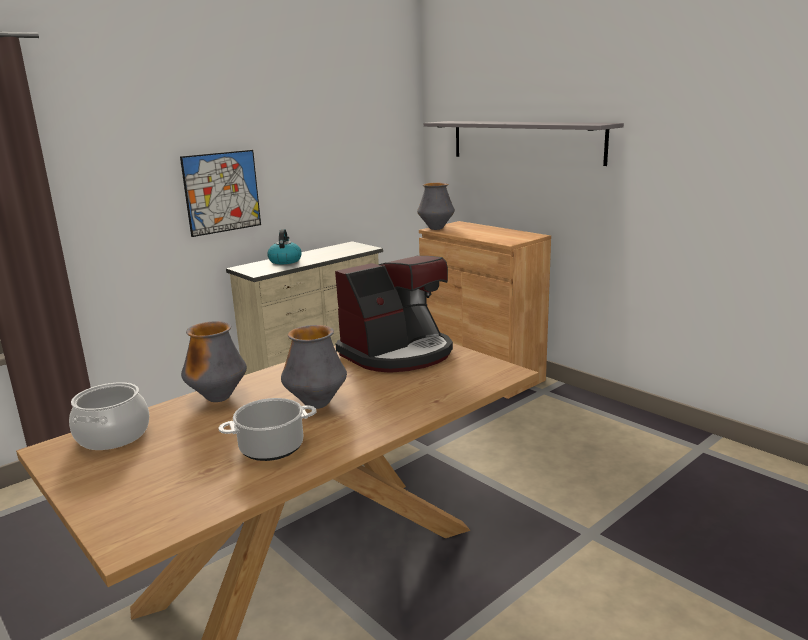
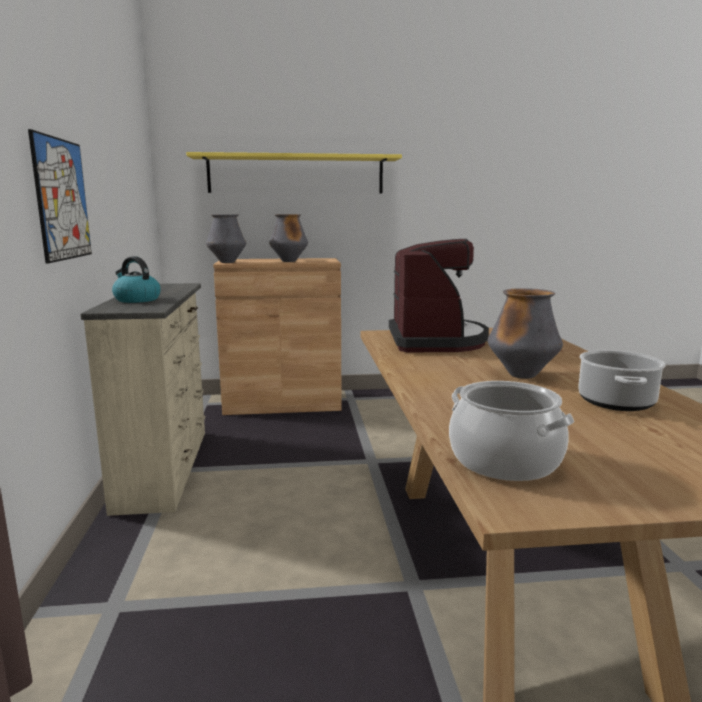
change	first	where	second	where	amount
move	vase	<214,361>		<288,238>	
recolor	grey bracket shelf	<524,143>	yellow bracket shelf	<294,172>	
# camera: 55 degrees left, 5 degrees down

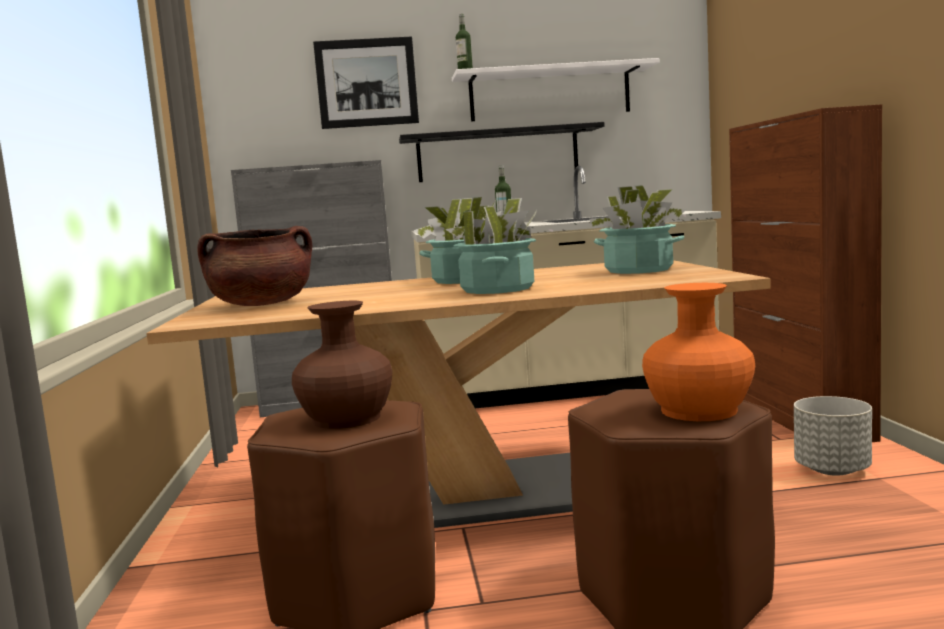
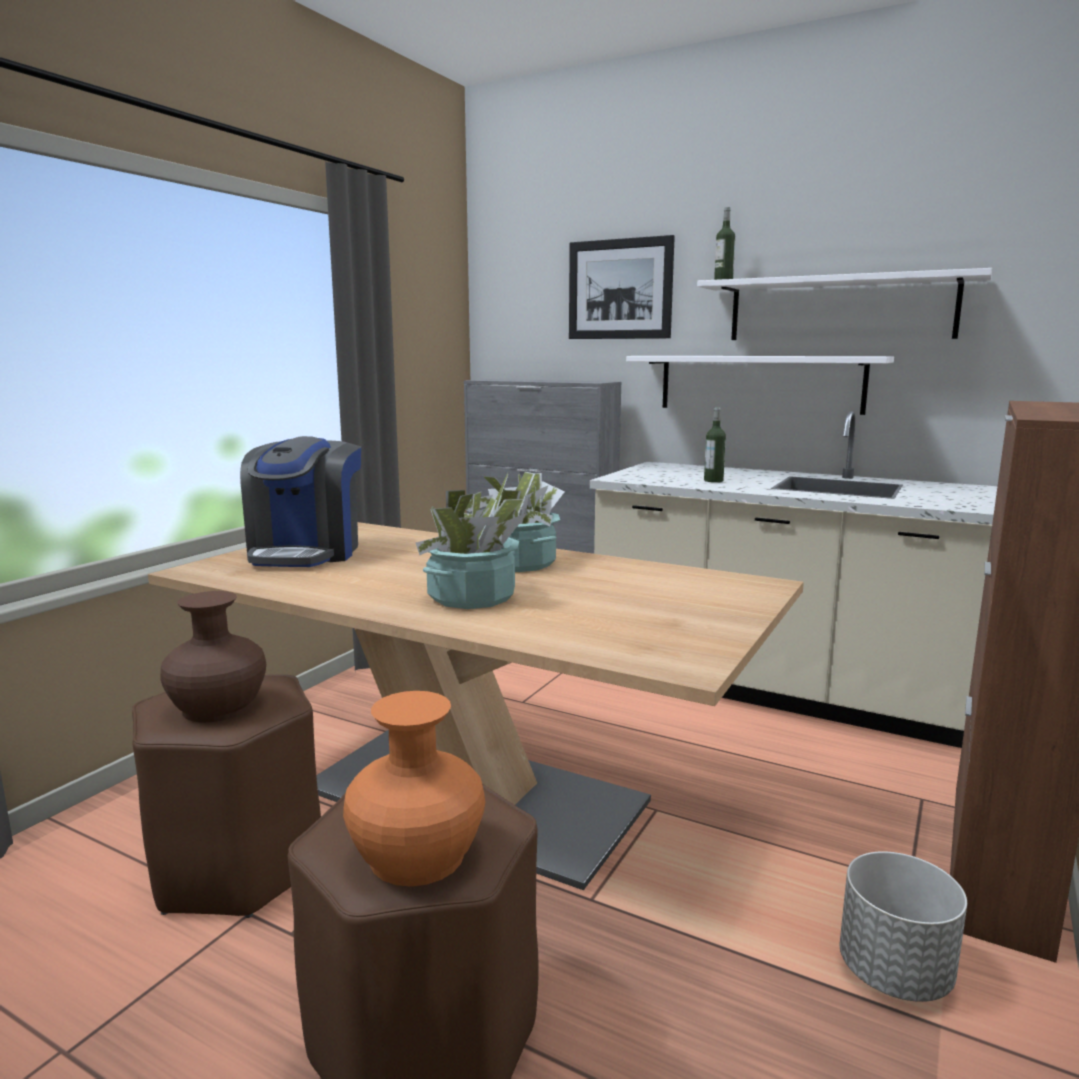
change	first	where	second	where	amount
delete	potted plant	<637,229>			
replace	brownish saucepot	<254,266>	coffee maker	<300,501>	
recolor	blackish bracket shelf	<502,152>	white-coloured bracket shelf	<760,385>	
# camera: 35 degrees right, 5 degrees up

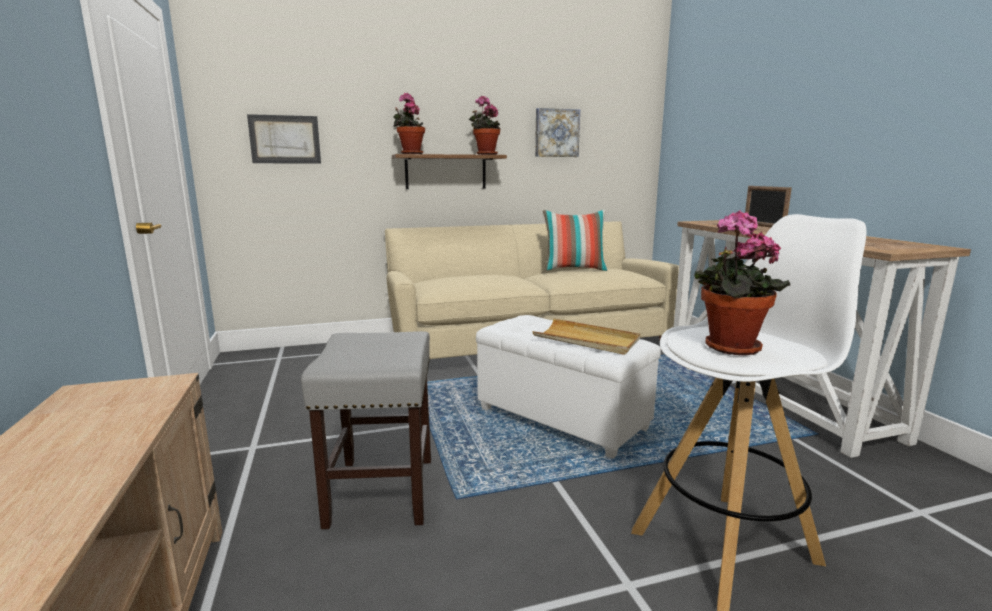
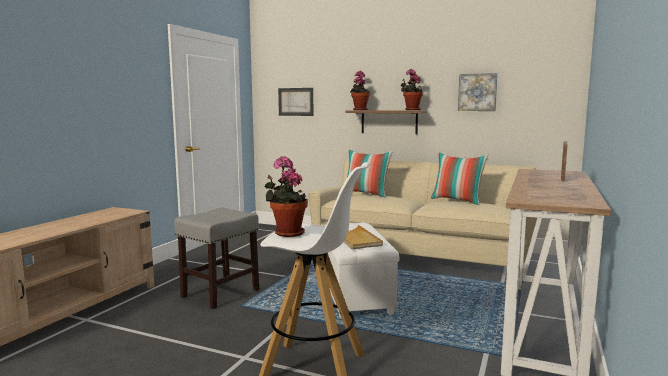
change	first	where	second	where	amount
insert			cushion	<369,173>	
# camera: 40 degrees right, 5 degrees down

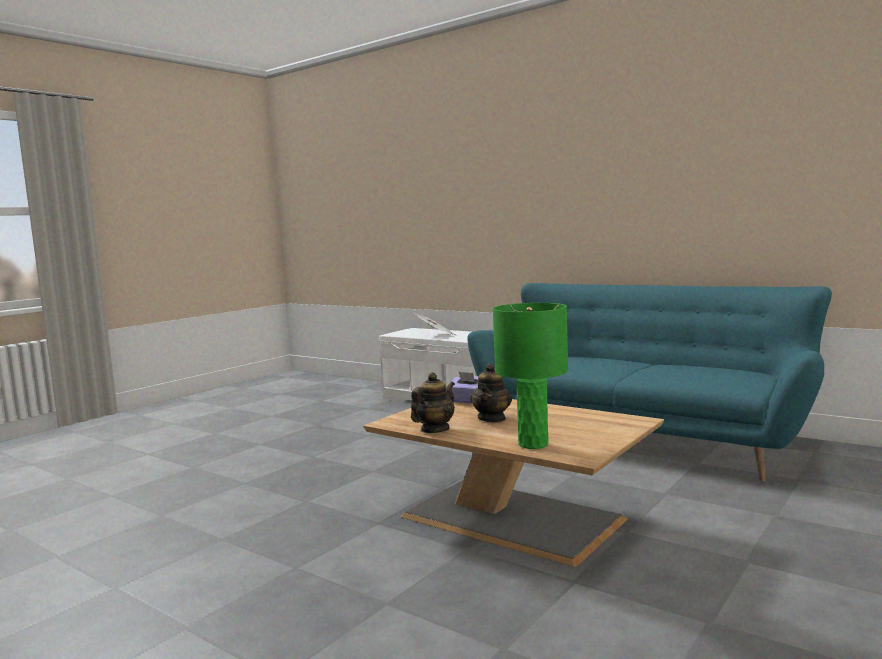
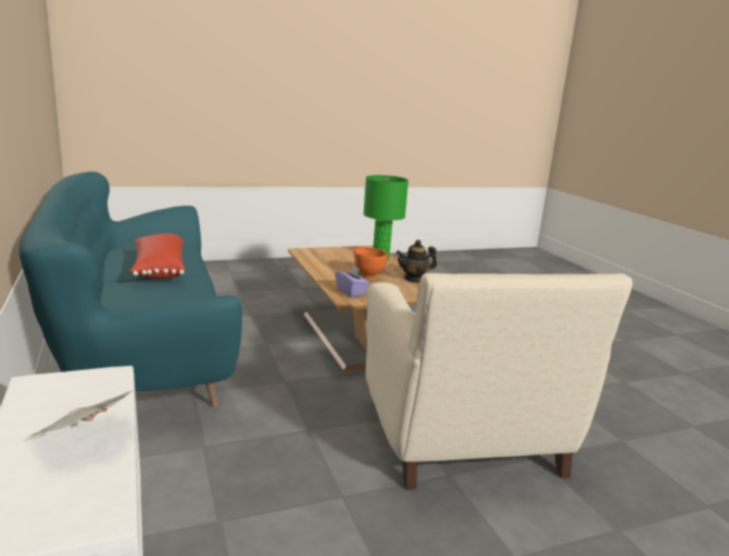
change	first	where	second	where	amount
insert			reddish cushion	<157,255>	
insert			beige armchair	<499,381>	
replace	pot for tea	<491,392>	orangey bowl	<370,262>	
# camera: 150 degrees left, 10 degrees up

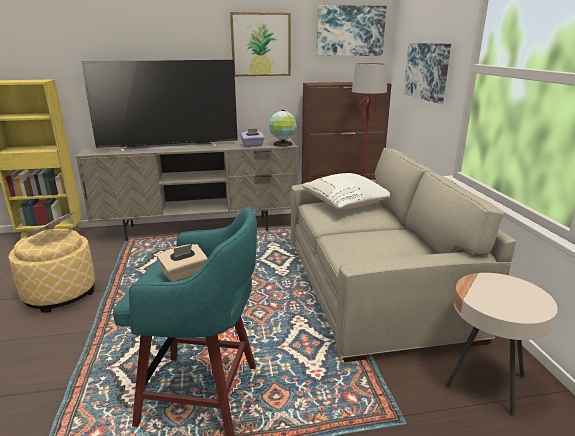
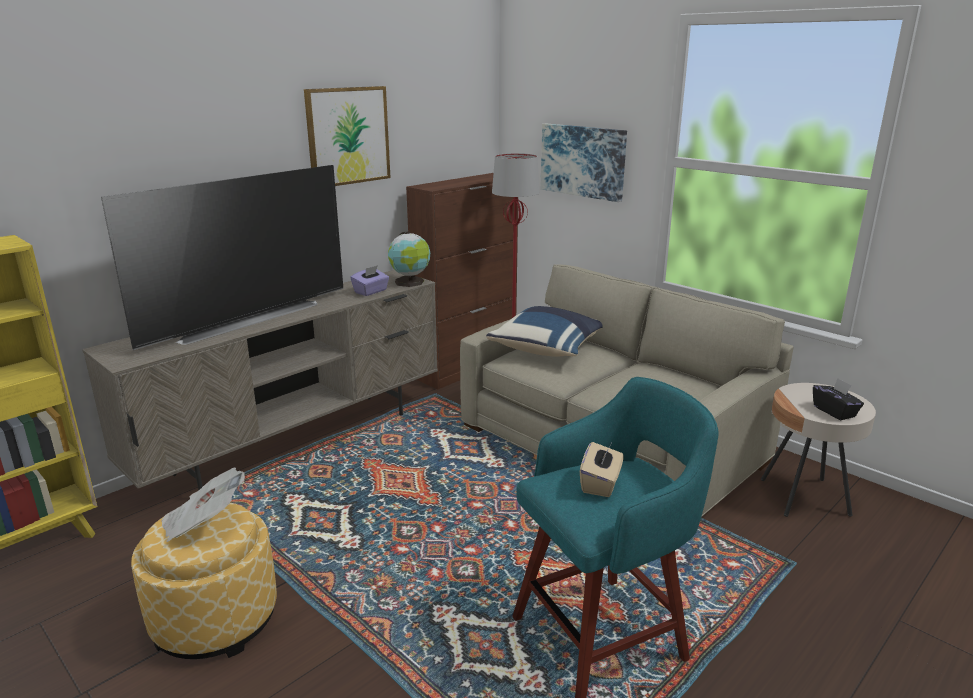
change	first	where	second	where	amount
delete	wall art	<351,30>			
insert			blackish tissue box	<838,399>	
recolor	white-coloured cushion	<346,191>	bluish cushion	<544,331>	
# camera: 35 degrees left, 0 degrees up

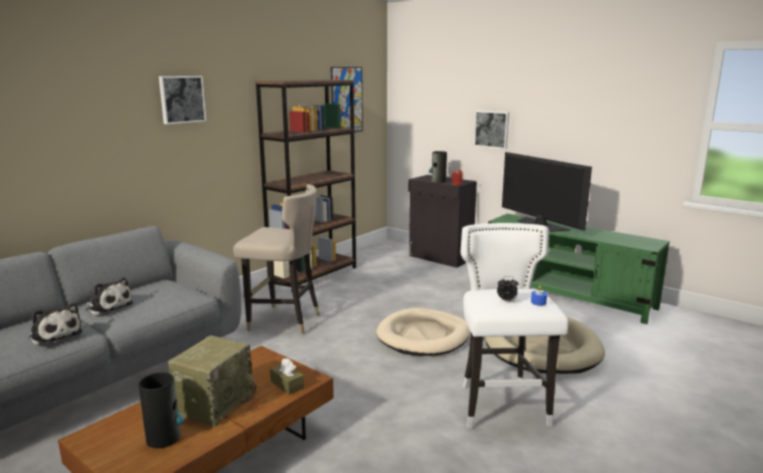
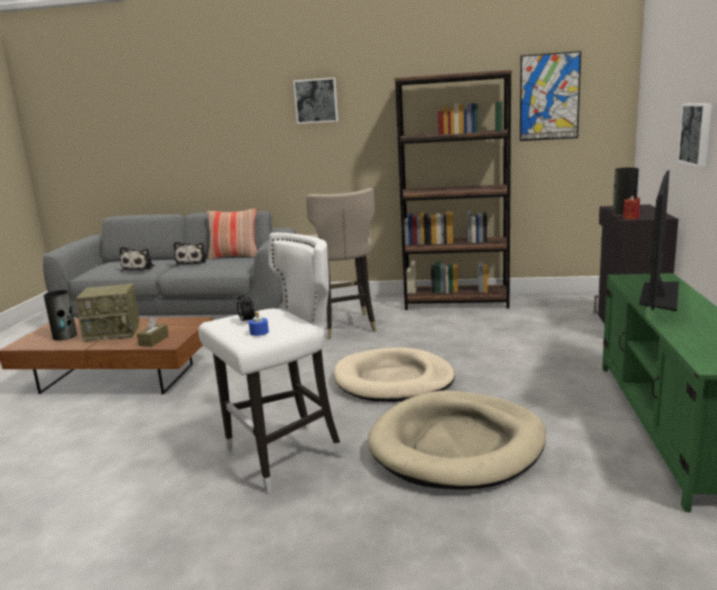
change	first	where	second	where	amount
insert			cushion	<232,233>	
# camera: 60 degrees right, 0 degrees up

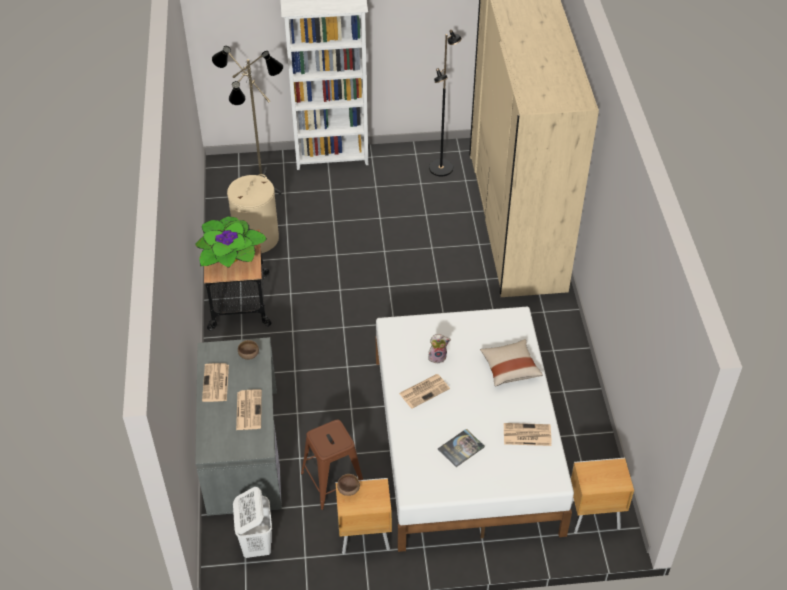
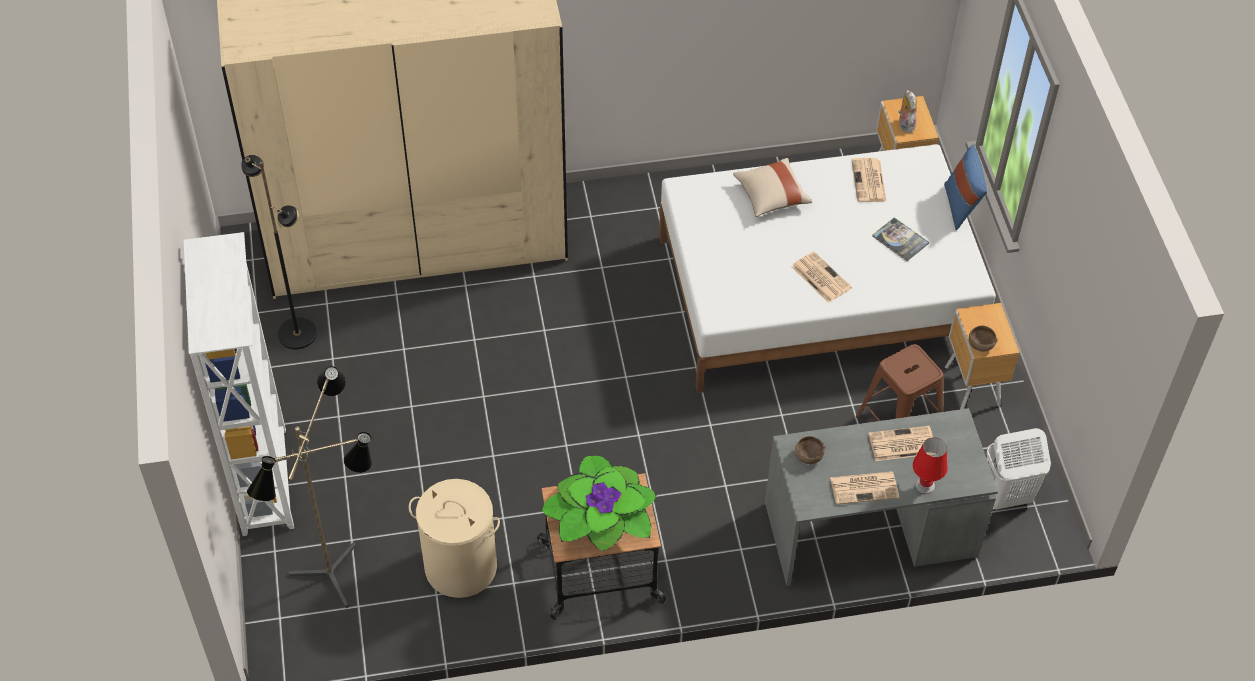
change	first	where	second	where	amount
insert			reddish table lamp	<930,465>	
insert			bluish cushion	<965,187>	
move	cuddly toy	<439,349>		<907,111>	
# camera: 95 degrees left, 5 degrees up

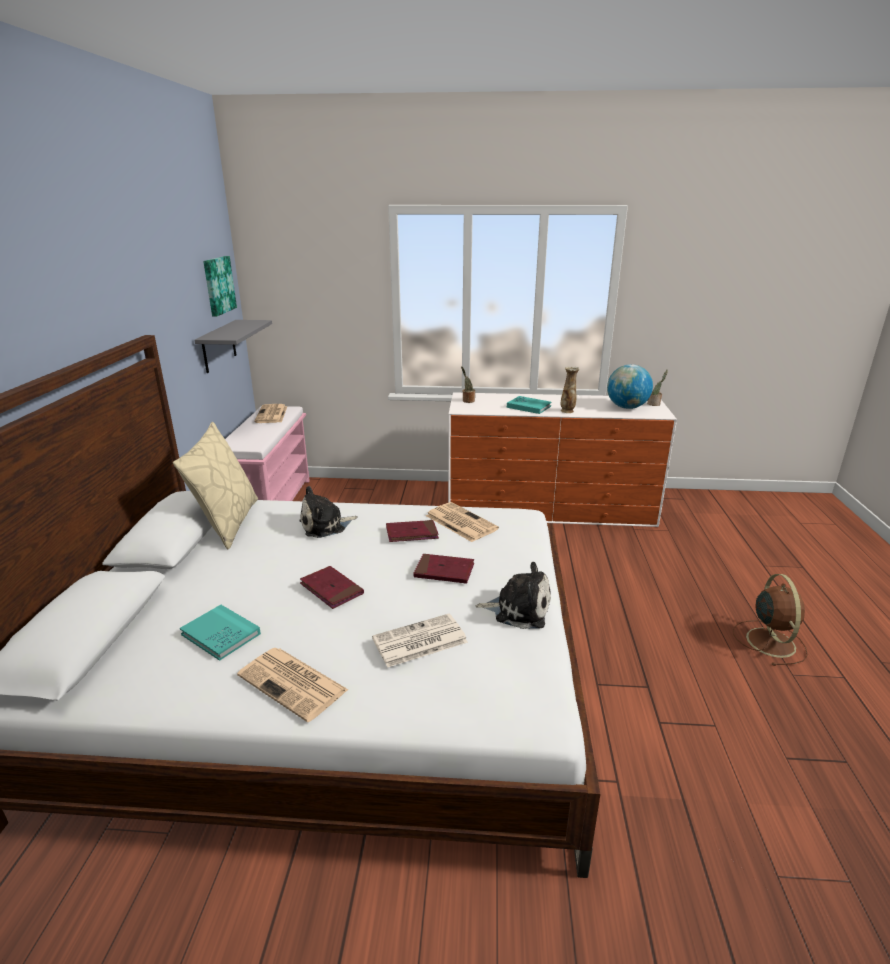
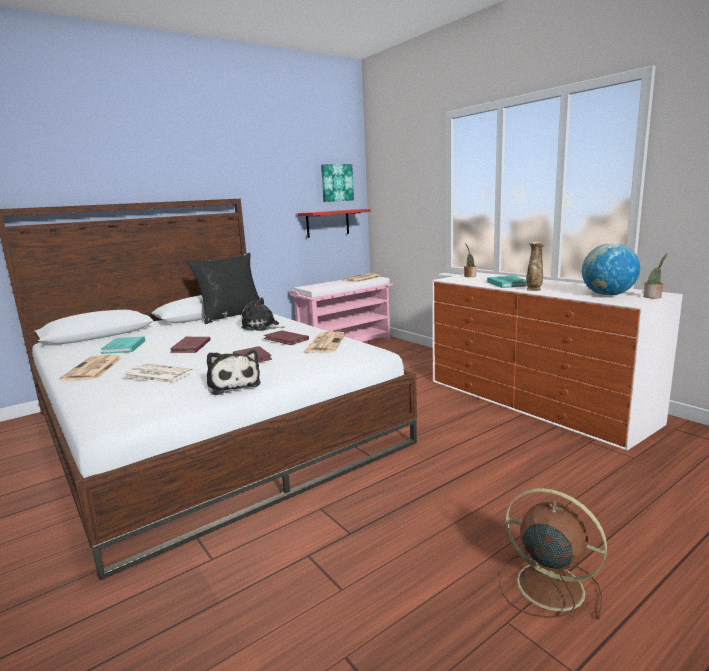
change	first	where	second	where	amount
recolor	beige cushion	<215,485>	blackish cushion	<223,288>	
recolor	grey bracket shelf	<233,346>	reddish bracket shelf	<334,223>	
rotate	brownish fan	<770,620>		<553,554>	105 degrees counterclockwise
# camera: 50 degrees right, 10 degrees down

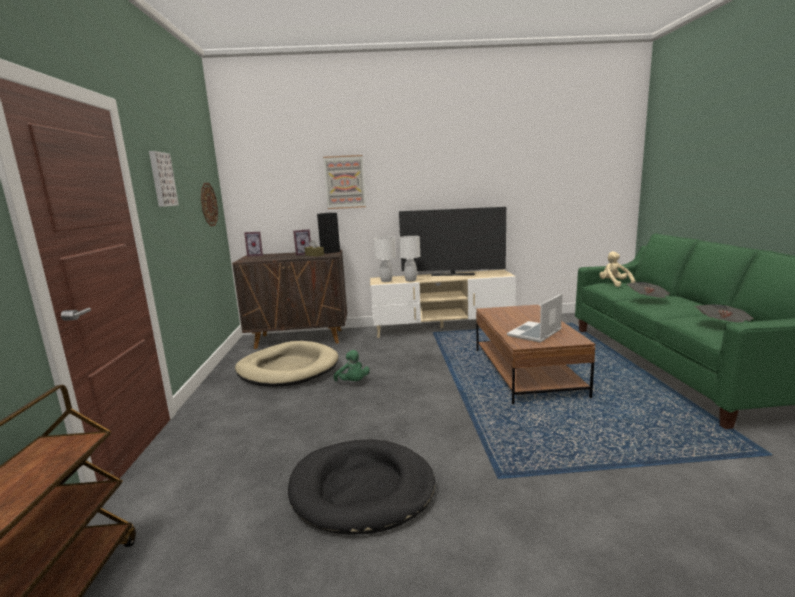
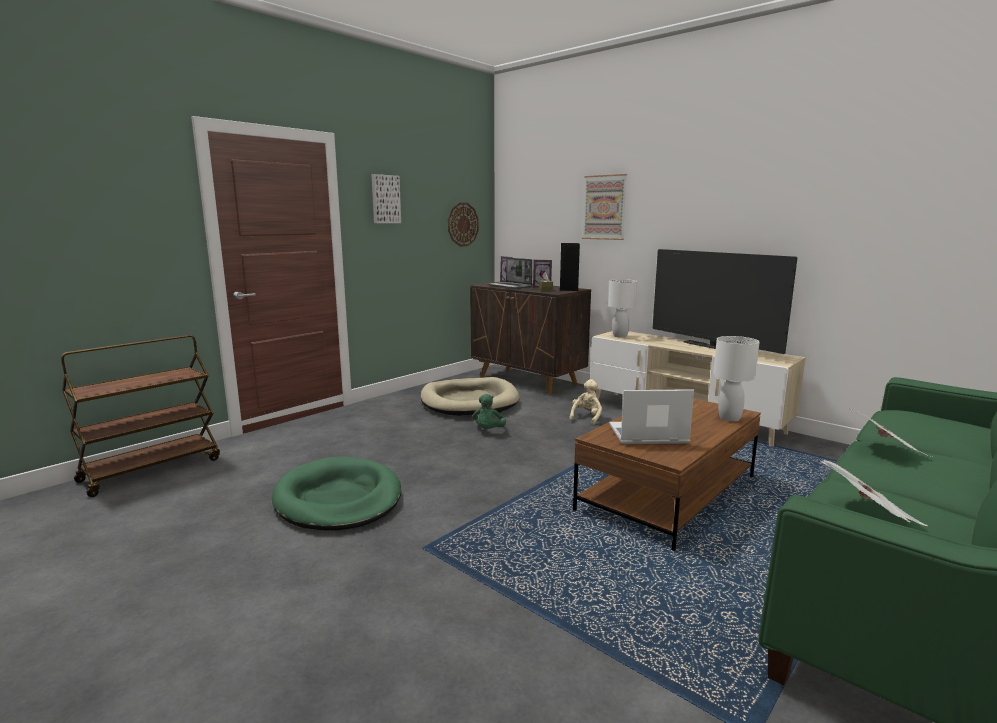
change	first	where	second	where	amount
insert			laptop	<510,273>	
move	white-coloured table lamp	<409,258>		<736,378>	
move	beige cuddly toy	<617,269>		<585,402>	
recolor	blackish pet bed	<362,487>	green-coloured pet bed	<336,493>	
# camera: 45 degrees right, 0 degrees up

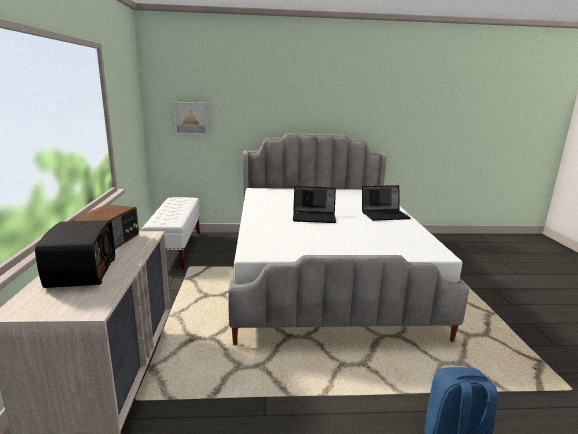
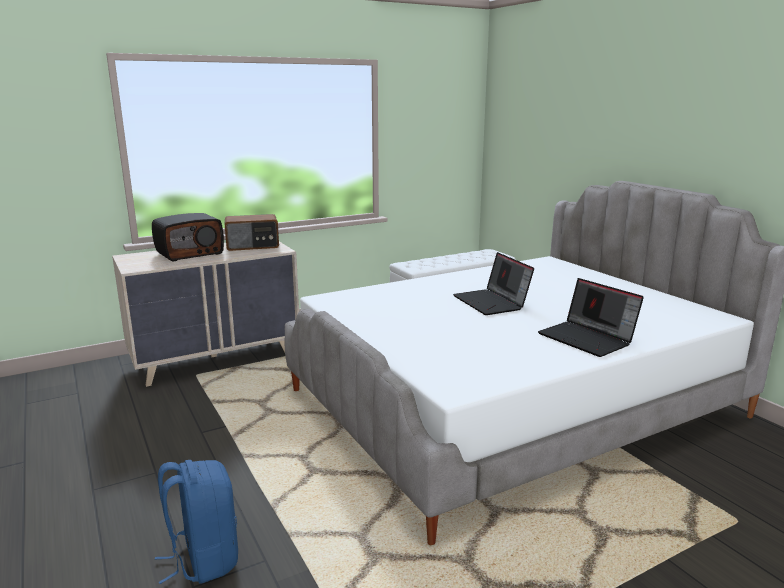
change	first	where	second	where	amount
delete	wall art	<190,118>			
# camera: 65 degrees right, 0 degrees up

